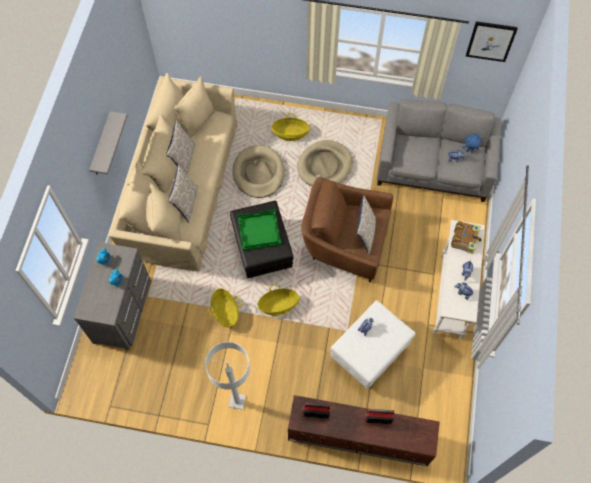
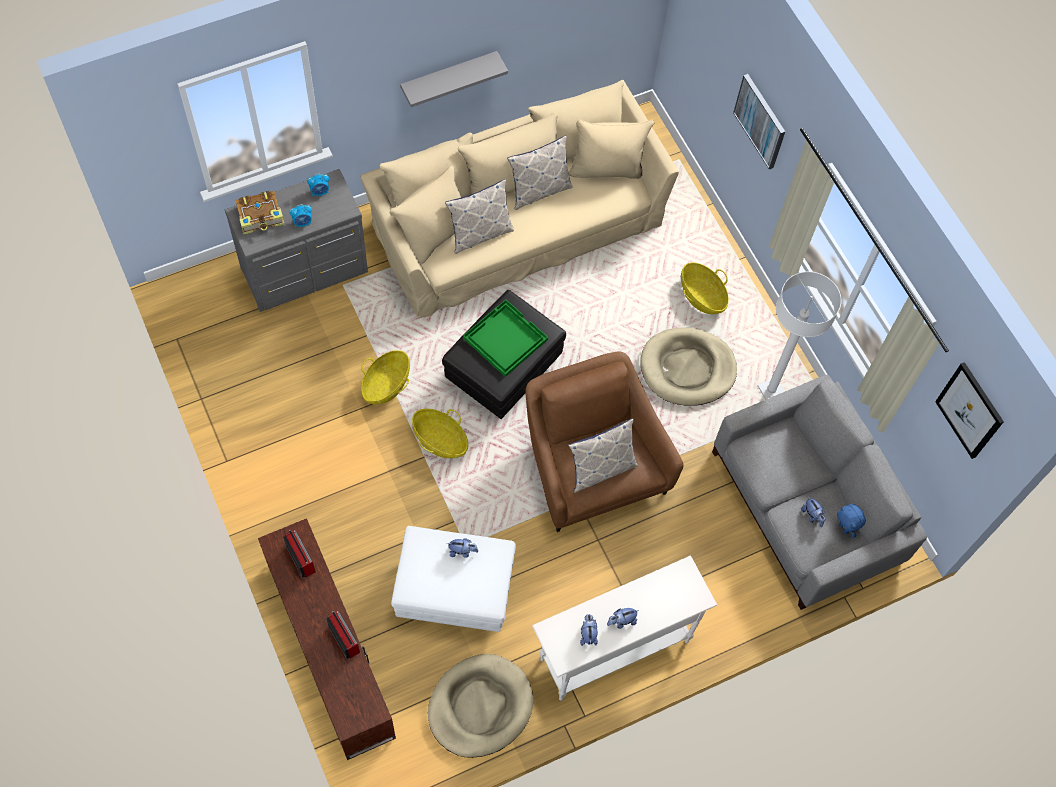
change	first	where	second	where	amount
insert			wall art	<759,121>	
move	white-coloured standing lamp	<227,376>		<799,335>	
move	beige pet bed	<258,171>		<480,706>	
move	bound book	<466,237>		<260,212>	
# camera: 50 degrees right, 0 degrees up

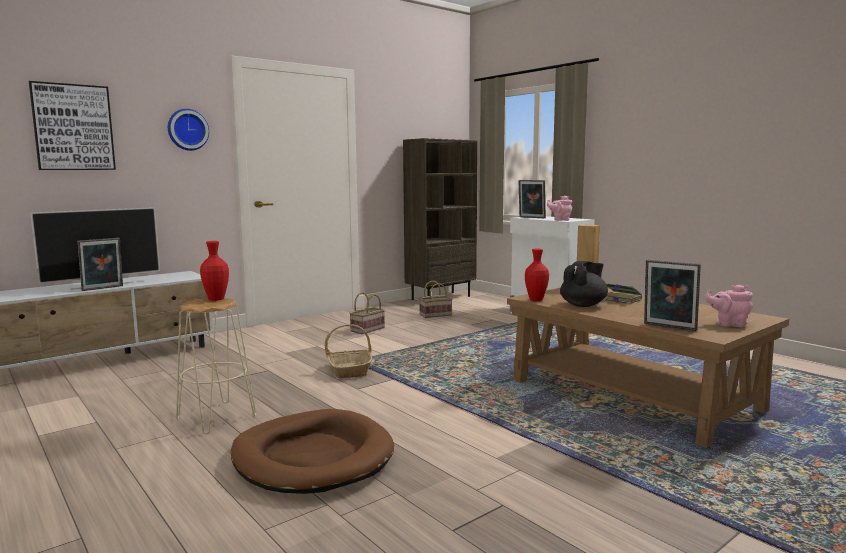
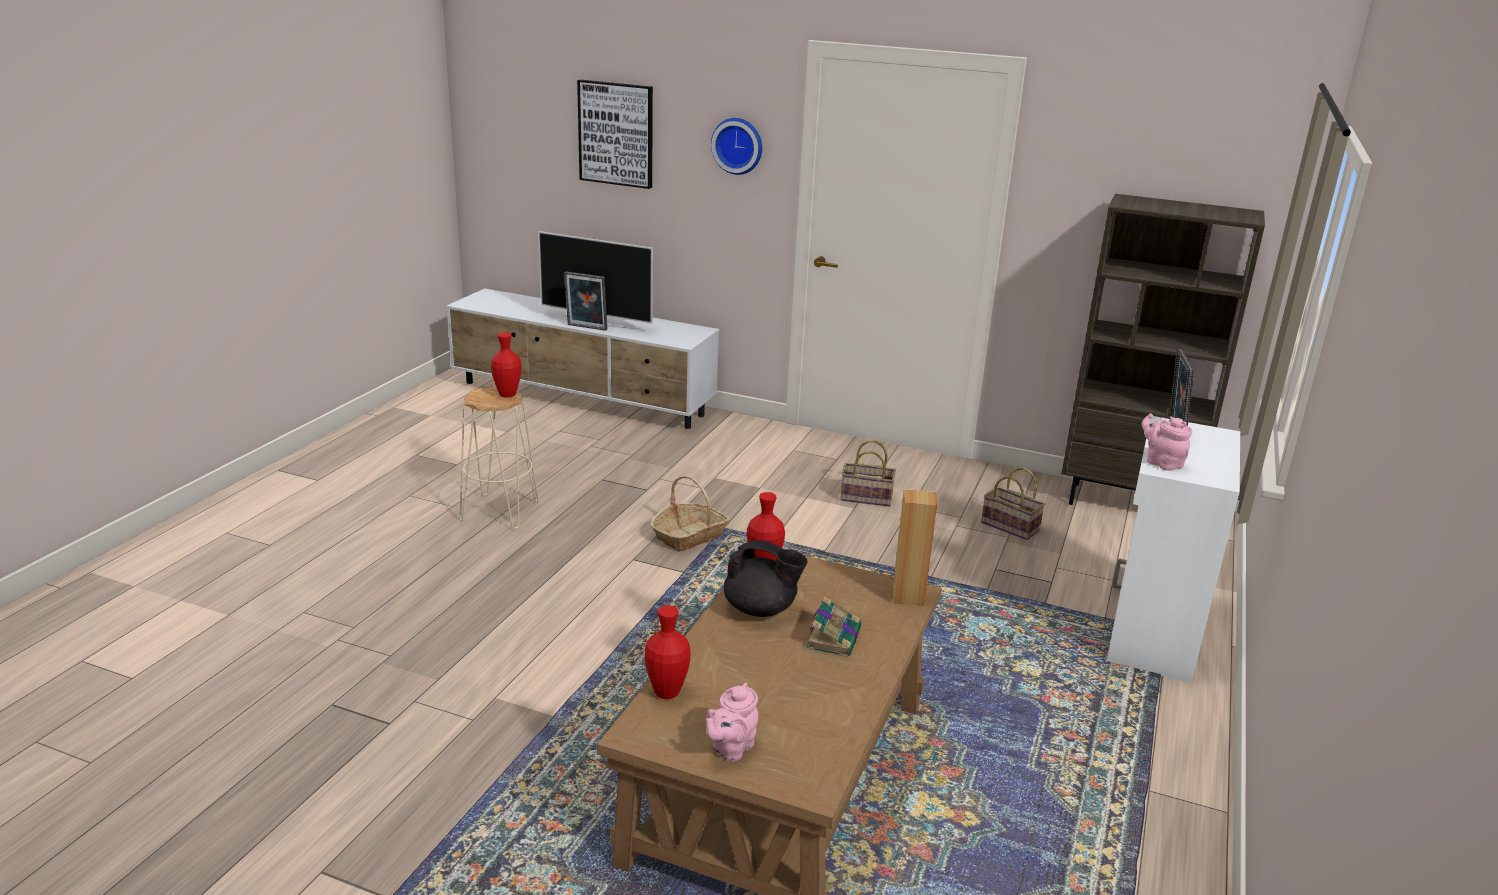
change	first	where	second	where	amount
delete	brownish pet bed	<312,451>			
replace	standing frame	<672,295>	reddish vase	<667,652>	
rotate	pink pot for tea	<729,306>		<732,722>	135 degrees counterclockwise
# camera: 60 degrees right, 15 degrees up

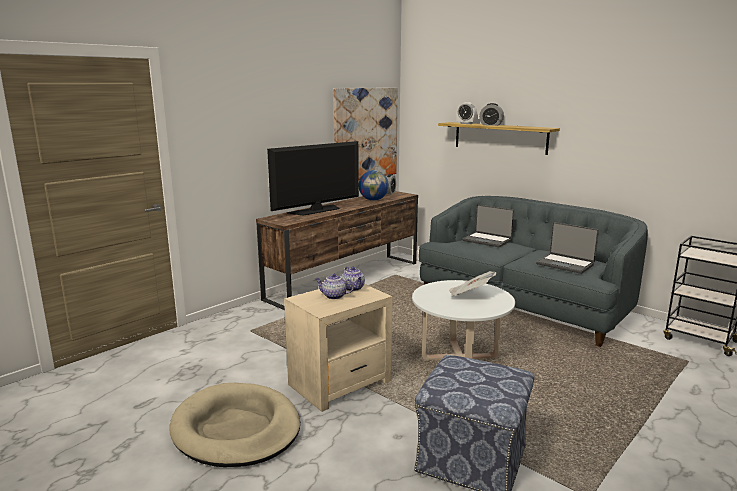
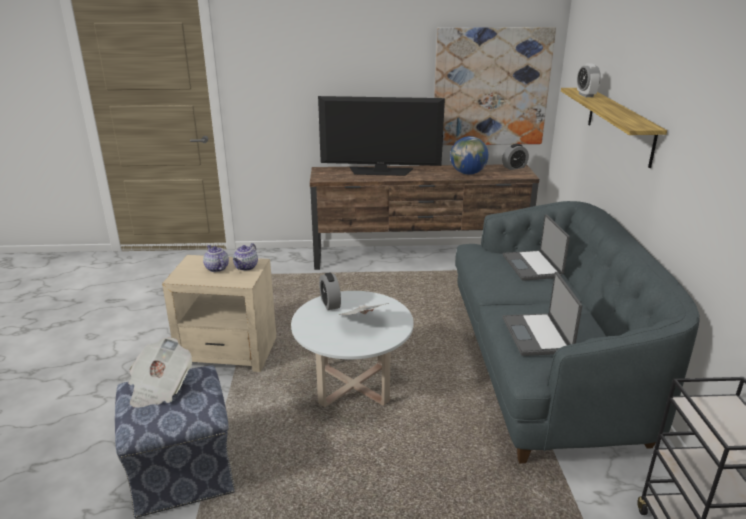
change	first	where	second	where	amount
delete	beige pet bed	<234,425>			
insert			printed paper	<160,373>	
move	alarm clock	<491,114>		<330,291>	
# camera: 45 degrees right, 10 degrees up

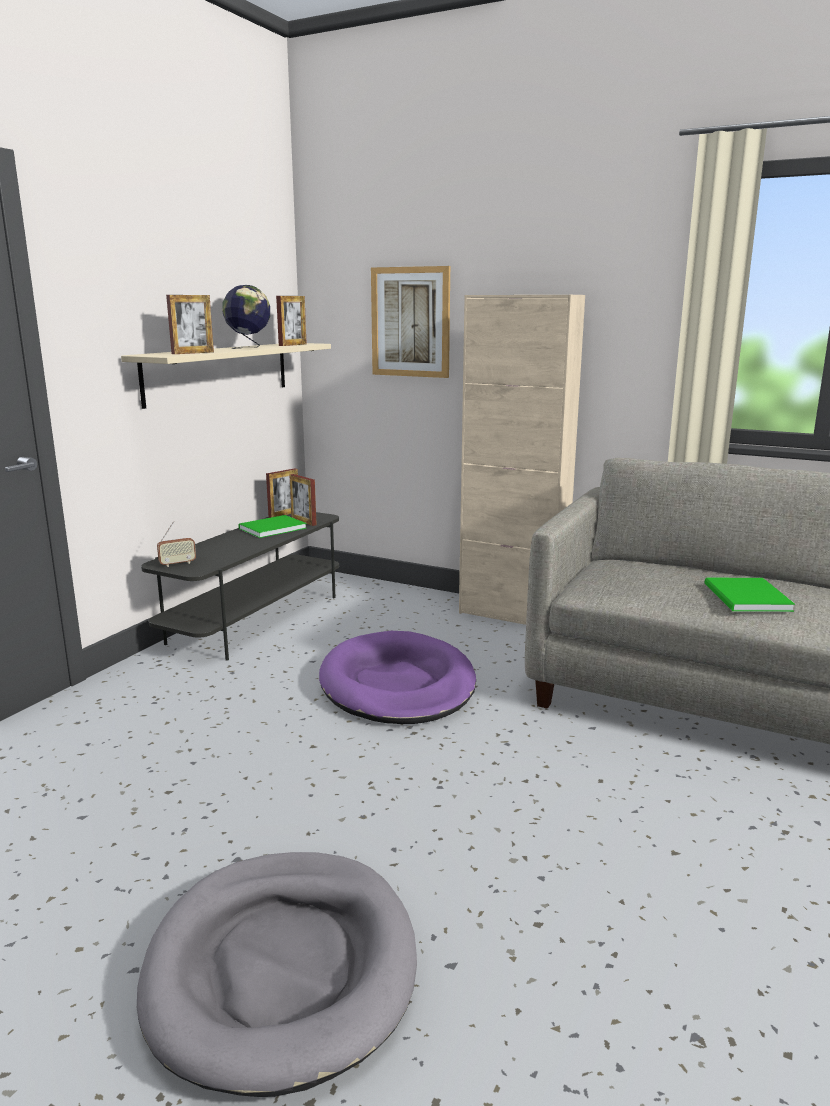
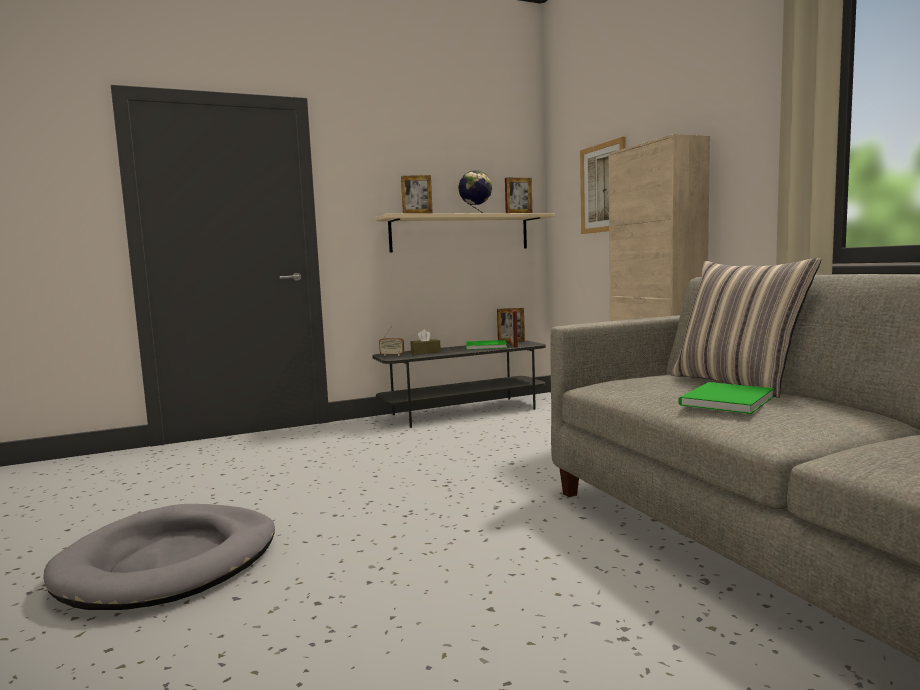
change	first	where	second	where	amount
delete	purple-coloured pet bed	<397,677>			
insert			brownish tissue box	<425,341>	
insert			cushion	<746,328>	
# camera: 40 degrees right, 10 degrees down

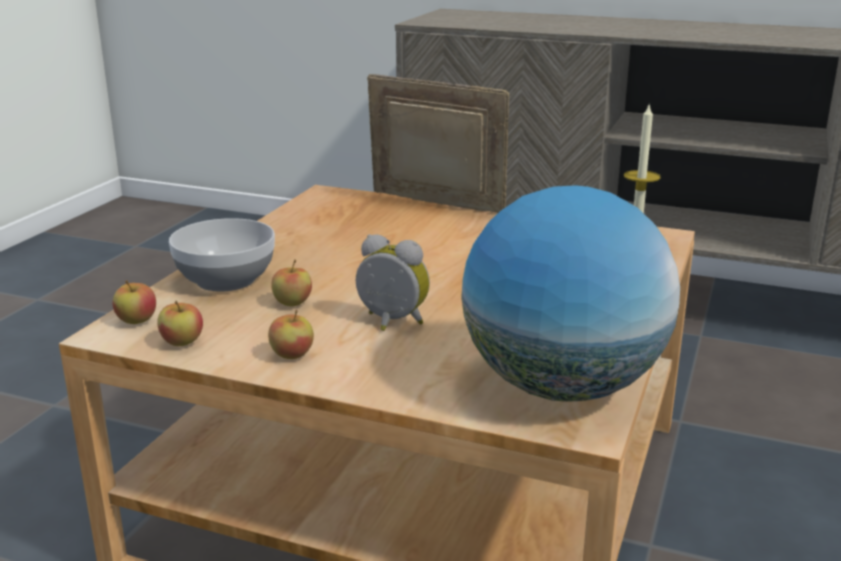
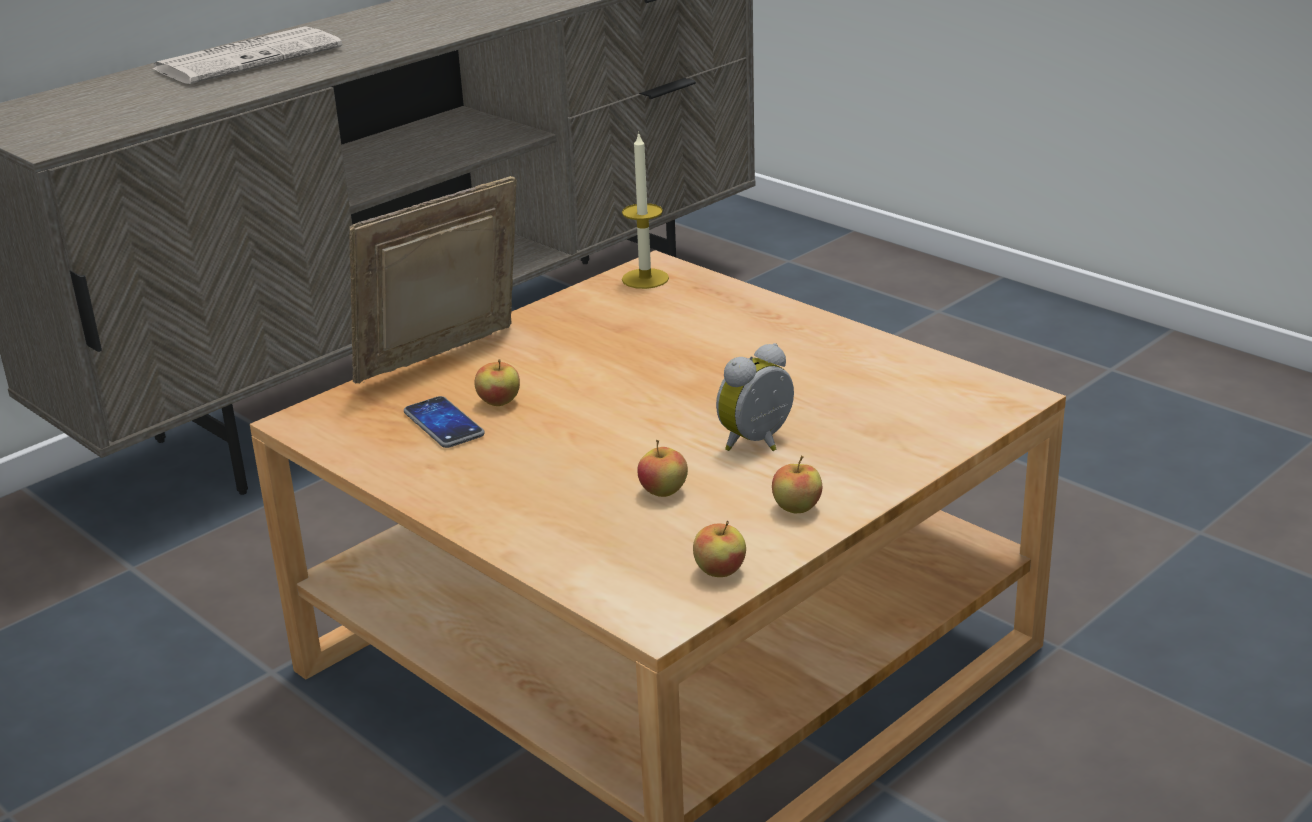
change	first	where	second	where	amount
delete	bowl	<222,254>			
delete	world globe	<570,293>			
insert			printed paper	<247,55>	
insert			phone	<444,422>	
move	whole apple	<134,302>		<497,382>	
# camera: 65 degrees left, 5 degrees up

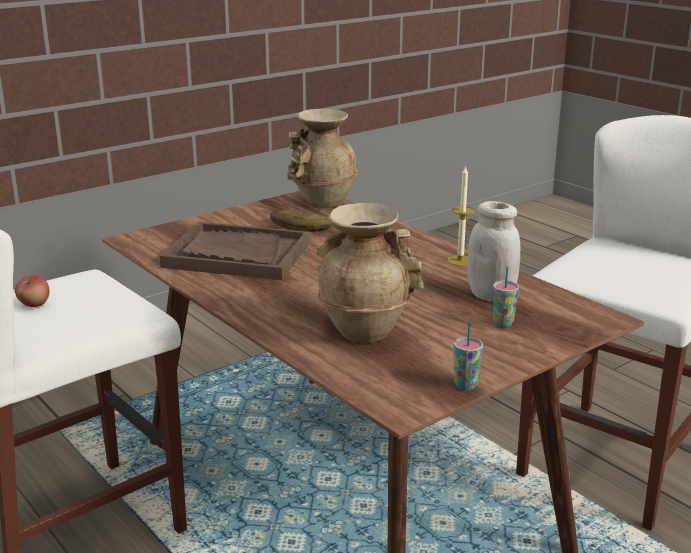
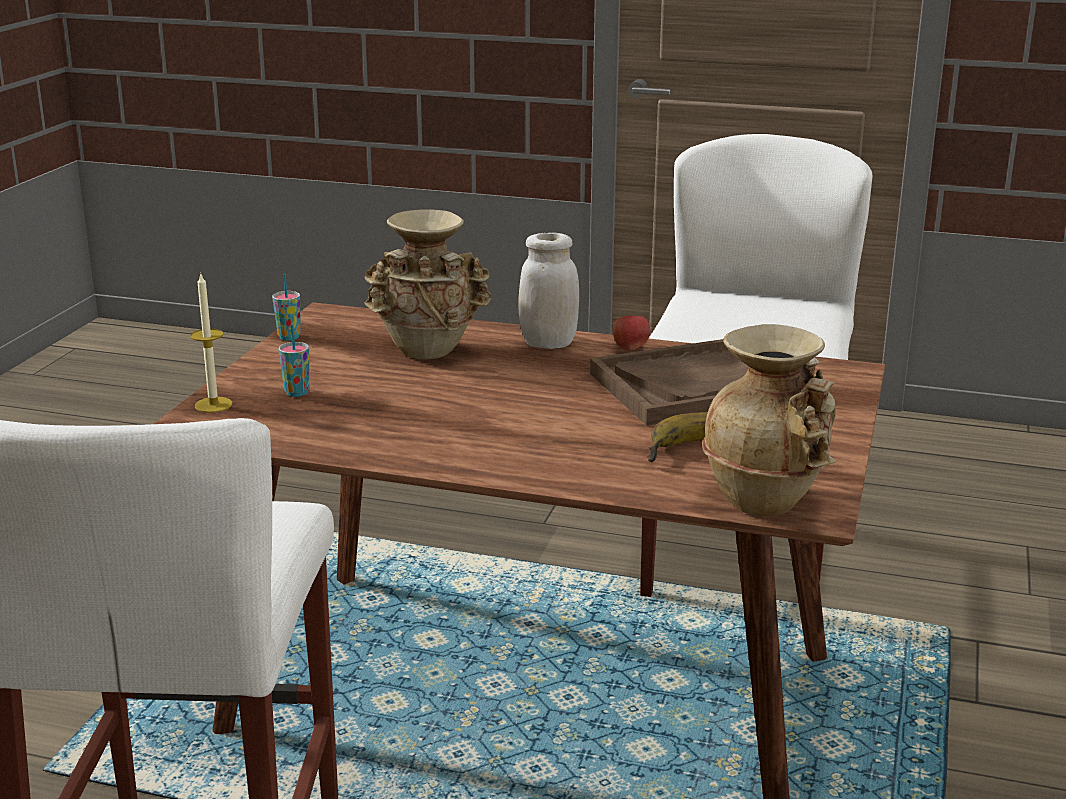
change	first	where	second	where	amount
move	whole apple	<32,291>		<631,333>	
move	candle	<461,215>		<211,343>	
move	white-coloured jar	<493,251>		<548,291>	
# camera: 145 degrees right, 0 degrees up

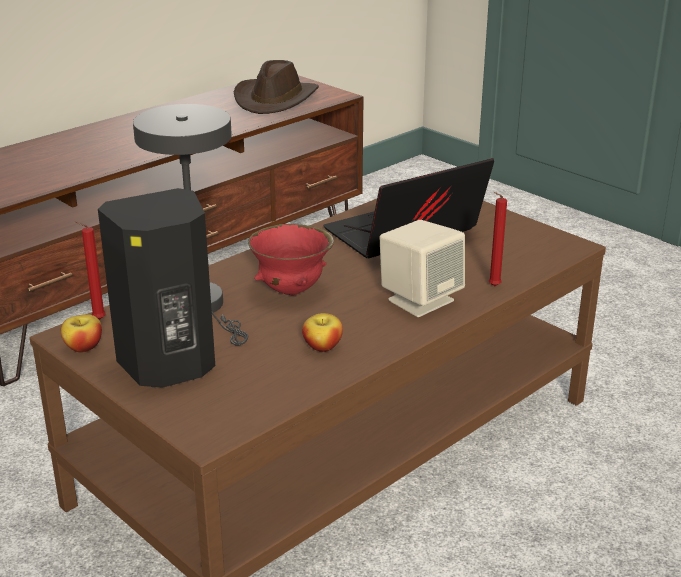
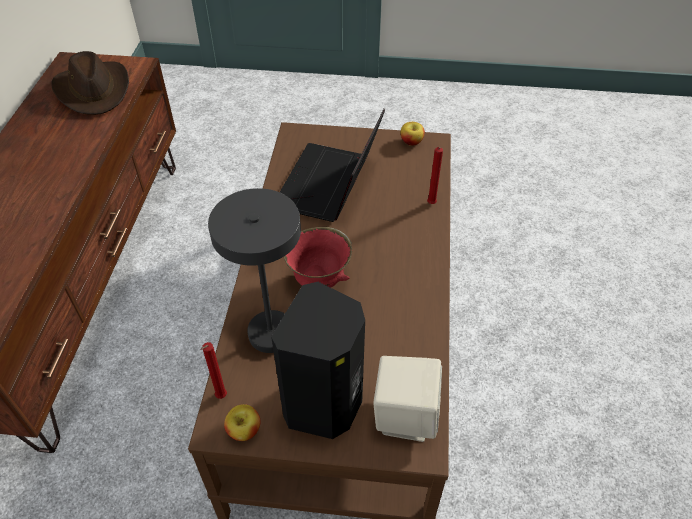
change	first	where	second	where	amount
move	whole apple	<322,332>		<413,134>	
move	beige audio speaker	<422,268>		<407,399>	
# camera: 40 degrees left, 20 degrees up

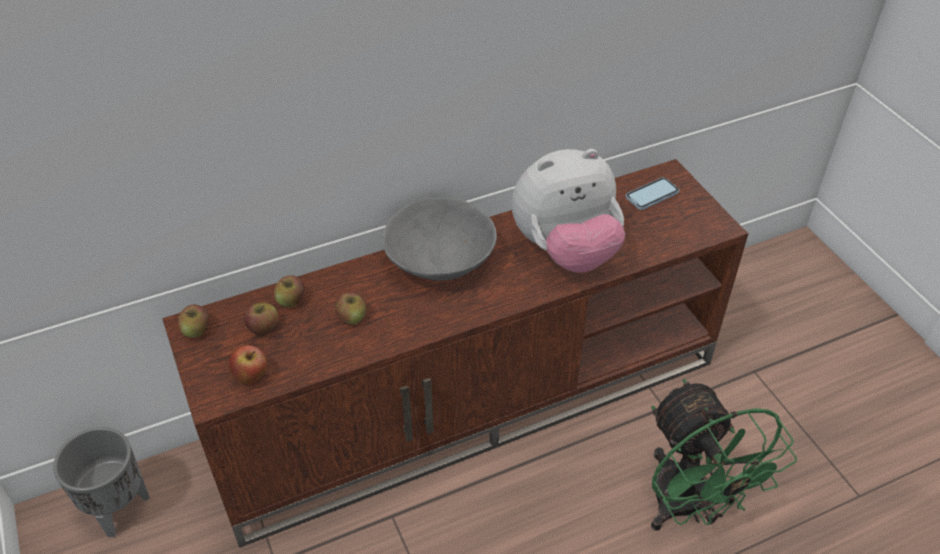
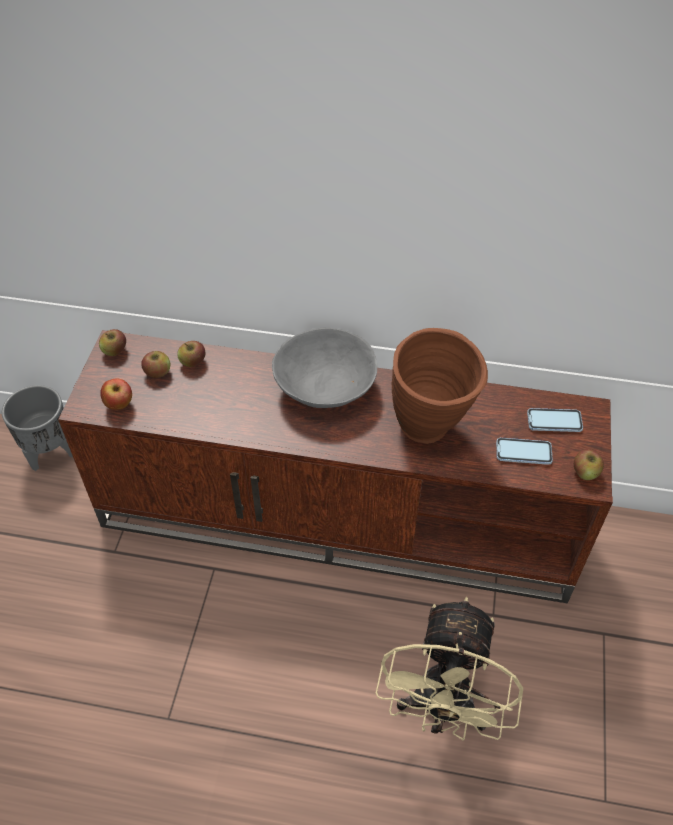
change	first	where	second	where	amount
insert			phone	<524,451>	
move	whole apple	<351,308>		<589,464>	
replace	cuddly toy	<568,211>	brownish vase	<440,386>	
recolor	green-coloured fan	<724,455>	beige fan	<449,669>	
# camera: 35 degrees right, 5 degrees up

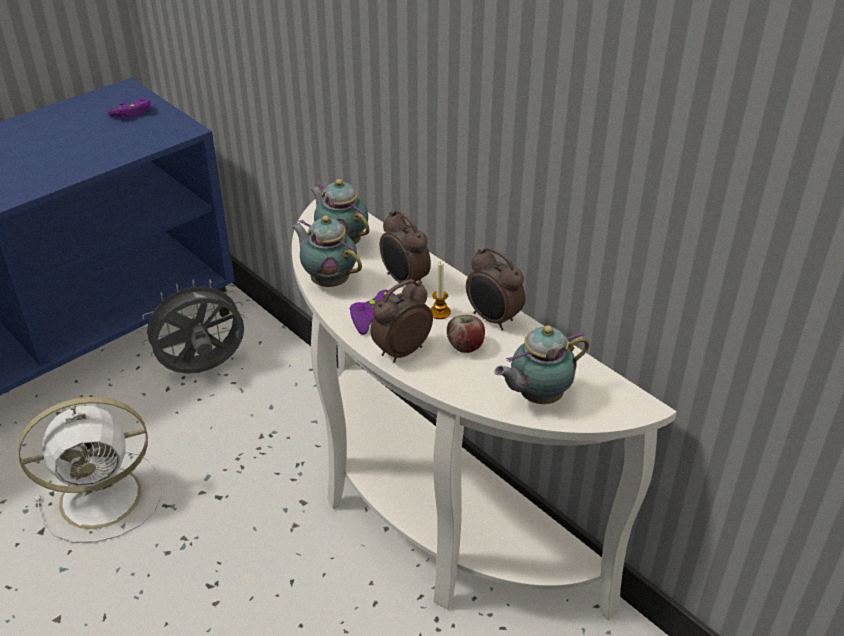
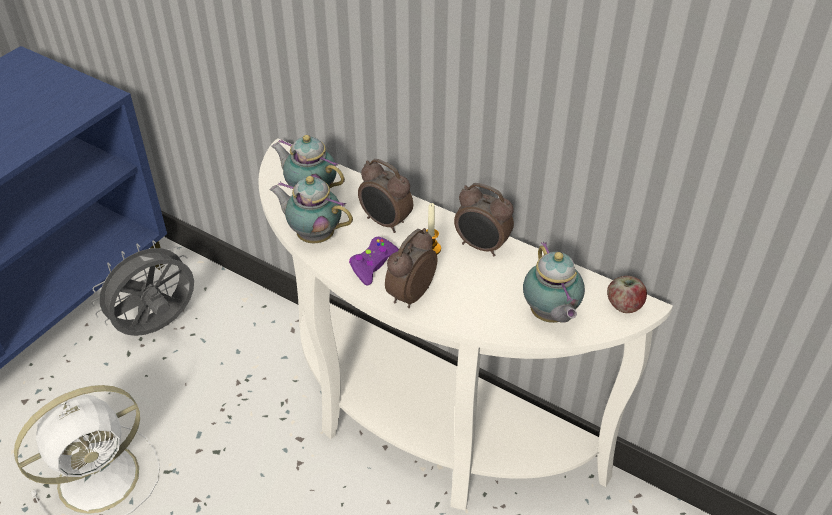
change	first	where	second	where	amount
delete	purple-coloured gamepad	<129,108>			
move	whole apple	<466,334>		<627,294>	
rotate	pot for tea	<541,364>		<554,282>	60 degrees counterclockwise
# camera: 15 degrees left, 5 degrees up

